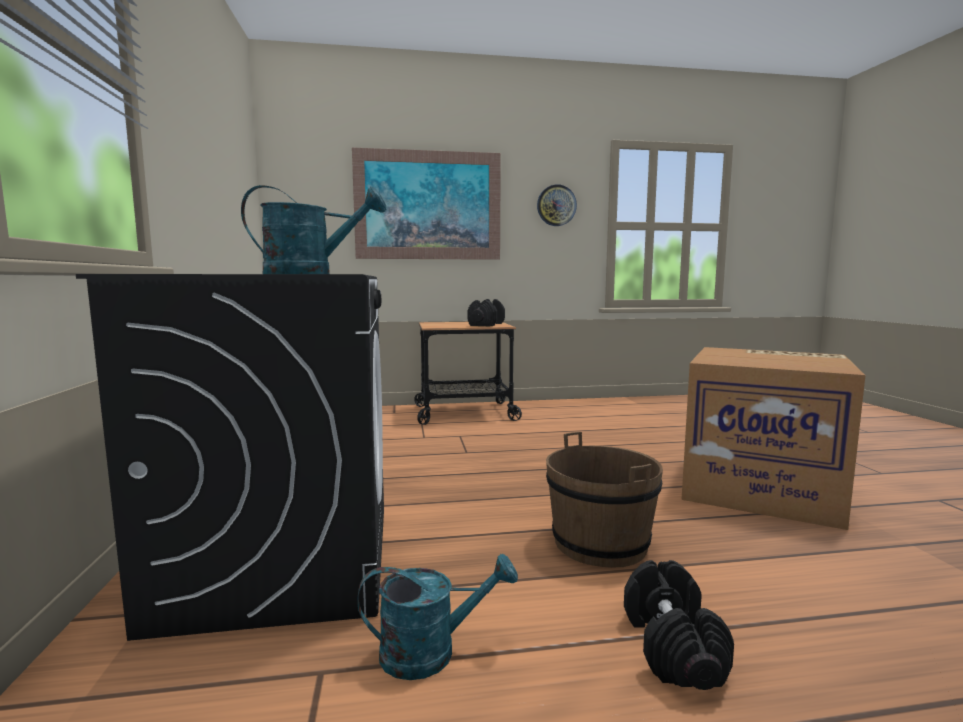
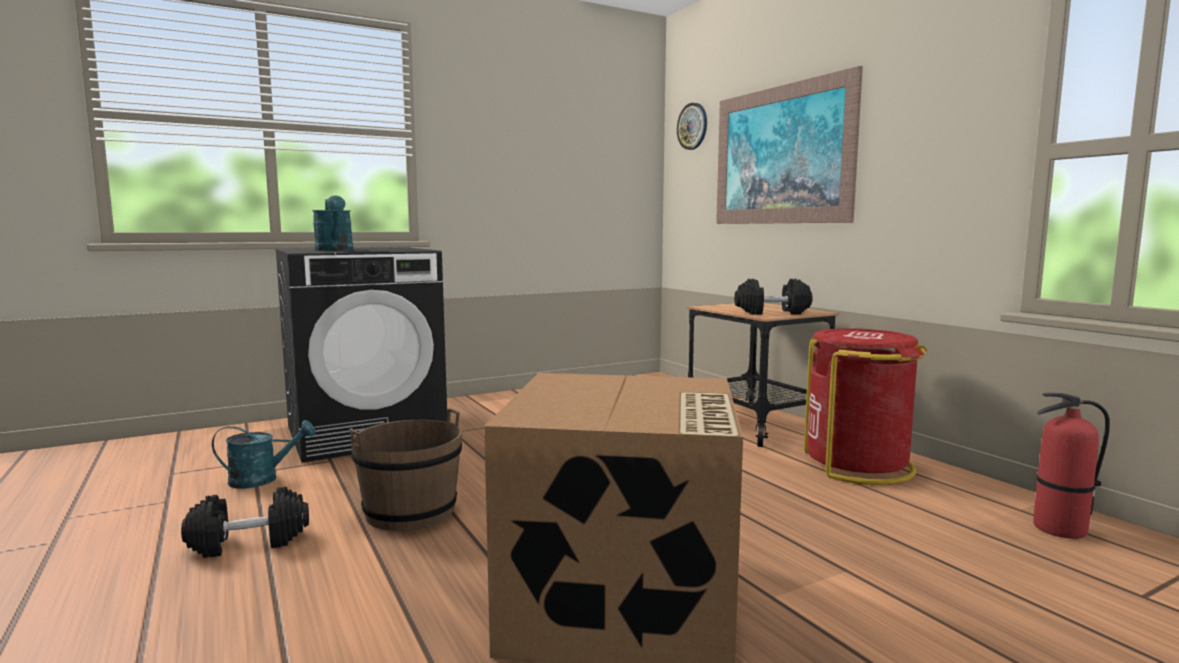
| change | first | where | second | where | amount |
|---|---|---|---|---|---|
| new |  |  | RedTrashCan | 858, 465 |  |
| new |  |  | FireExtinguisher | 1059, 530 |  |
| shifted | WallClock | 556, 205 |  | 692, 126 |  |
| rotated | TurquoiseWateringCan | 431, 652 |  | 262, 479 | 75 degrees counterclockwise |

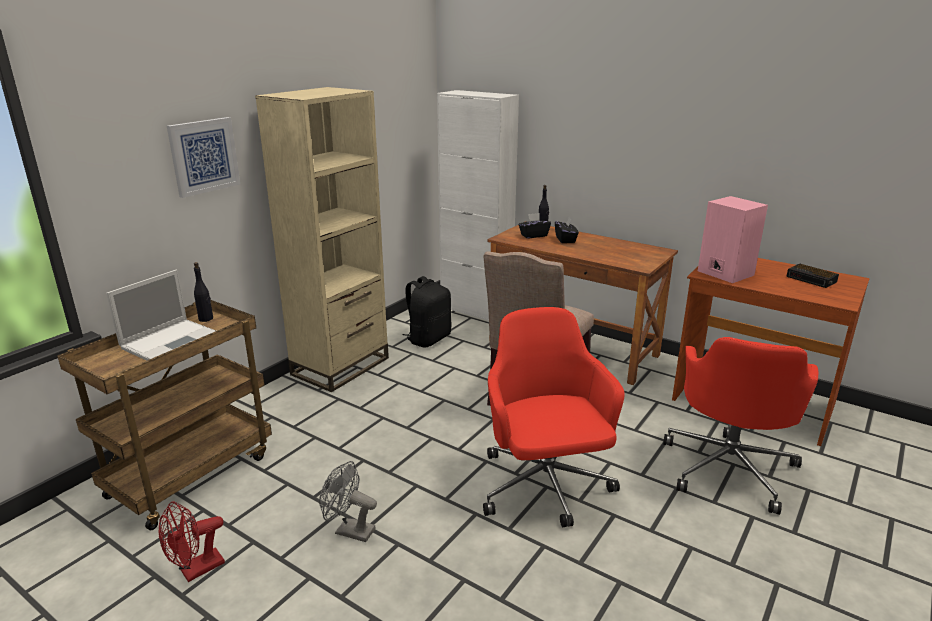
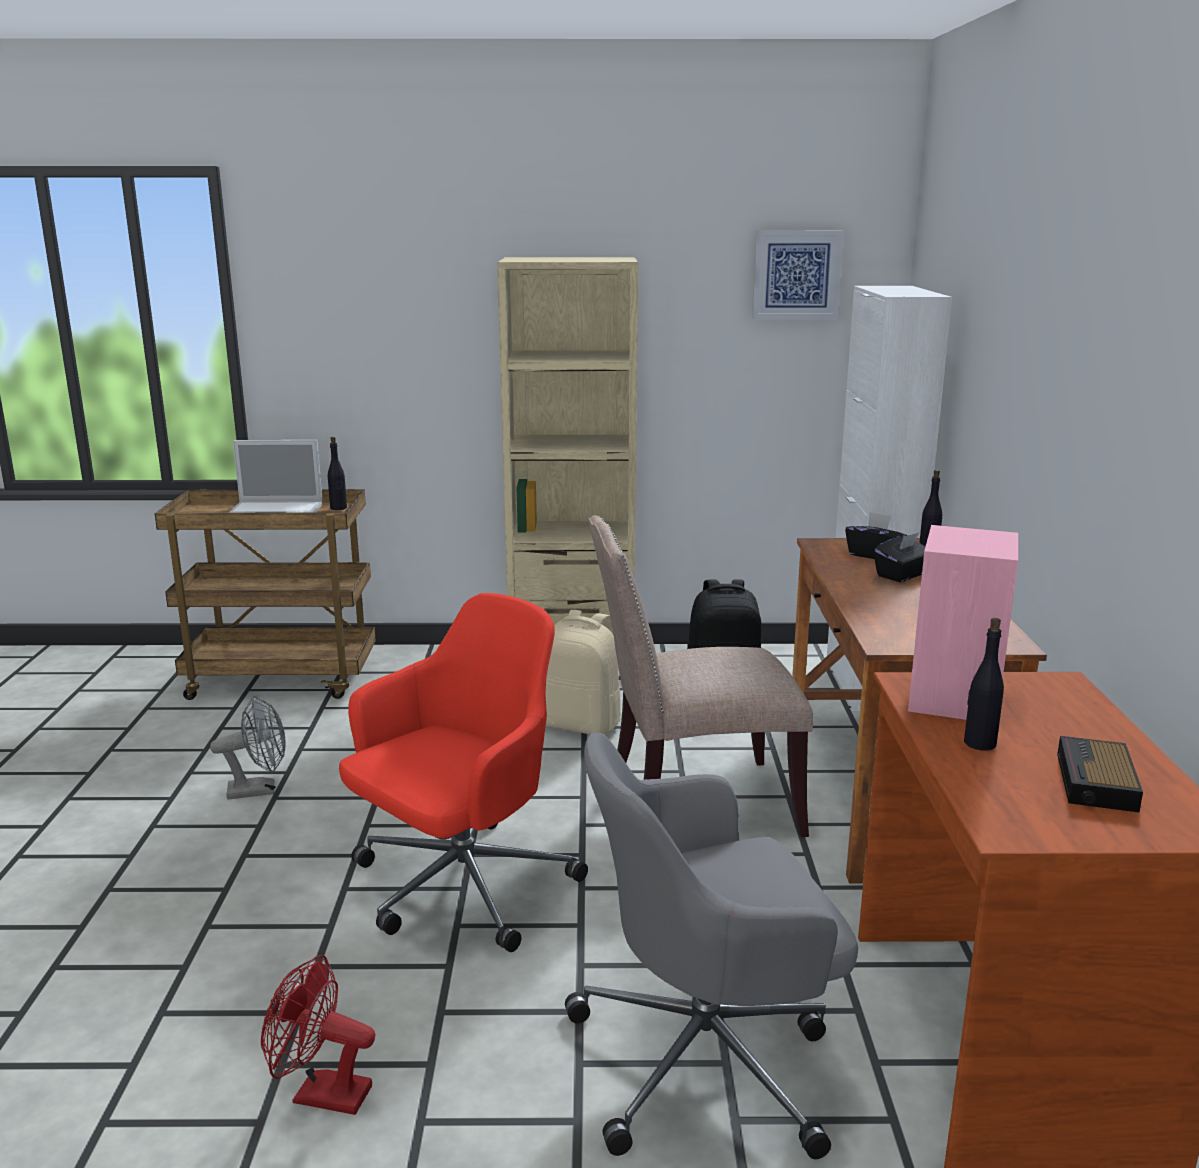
| change | first | where | second | where | amount |
|---|---|---|---|---|---|
| new |  |  | BeigeBackpack | 581, 724 |  |
| new |  |  | BlackBottle | 979, 743 |  |
| shifted | RedFan | 196, 571 |  | 321, 1094 |  |
| shifted | Picture | 203, 156 |  | 796, 274 |  |
| repainted | RedOfficeChair | 729, 467 | GreyOfficeChair | 708, 1059 |  |
| rotated | GreyFan | 349, 530 |  | 260, 790 | 90 degrees clockwise |

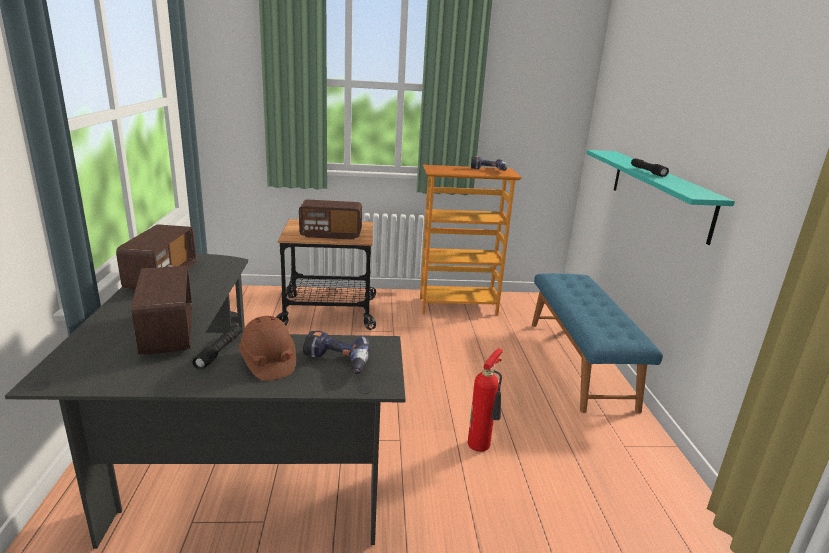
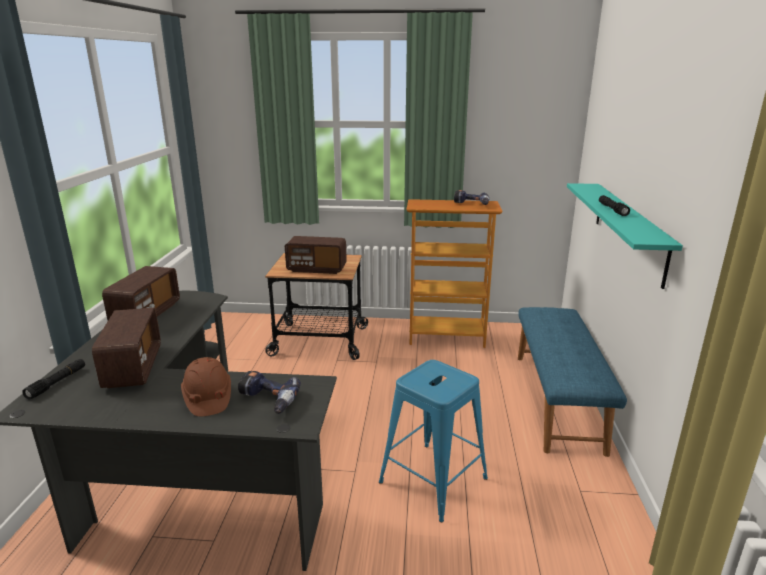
| change | first | where | second | where | amount |
|---|---|---|---|---|---|
| shifted | BlackFlashlight | 219, 351 |  | 57, 383 |  |
| swapped | FireExtinguisher | 481, 444 | BlueStool | 433, 480 |  |

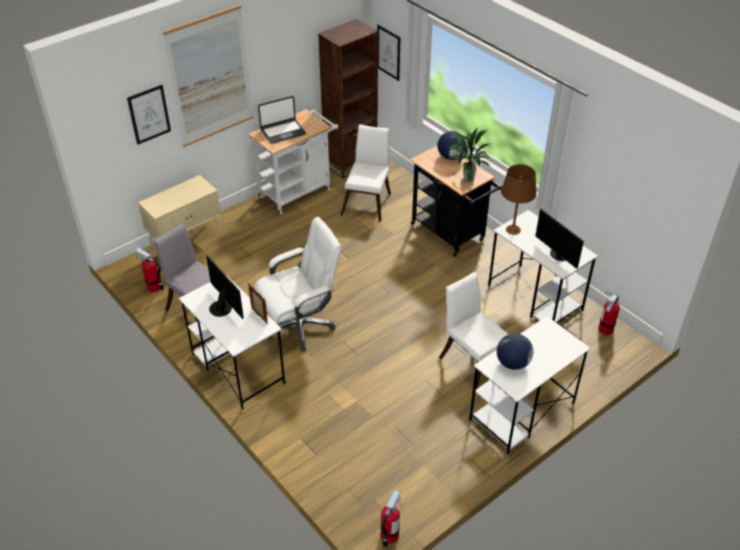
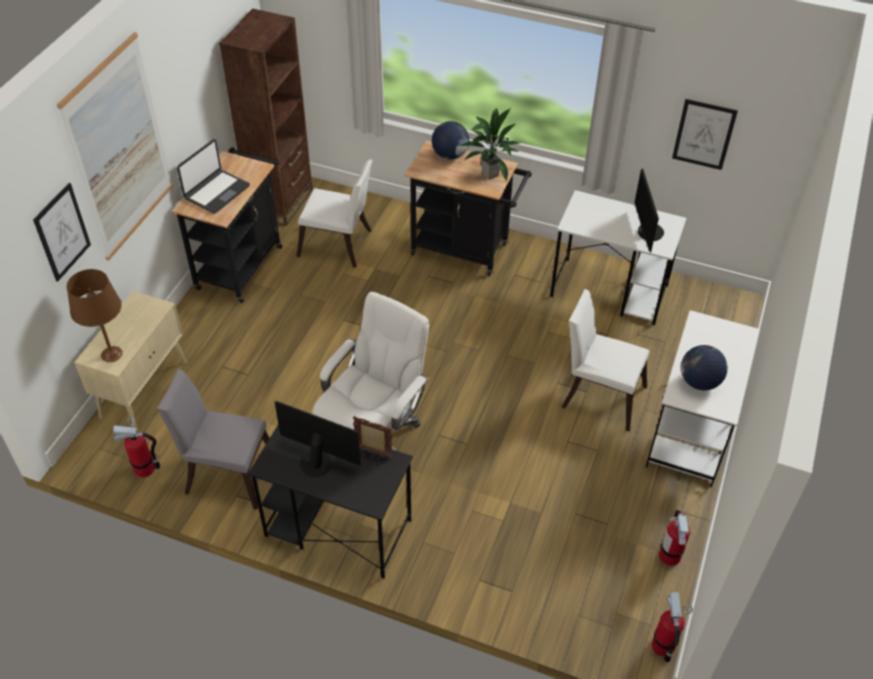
| change | first | where | second | where | amount |
|---|---|---|---|---|---|
| shifted | Picture | 388, 52 |  | 704, 134 |  |
| shifted | BrownTableLamp | 513, 230 |  | 112, 354 |  |
| shifted | FireExtinguisher | 605, 329 |  | 669, 555 |  |
| repainted | WhiteDesk | 237, 368 | BlackDesk | 337, 528 |  |
| repainted | WhiteCart | 298, 191 | BlackCart | 242, 263 |  |
| rotated | WhiteChair | 368, 202 |  | 339, 245 | 120 degrees clockwise |
| rotated | Monitor | 558, 255 |  | 647, 232 | 60 degrees clockwise |

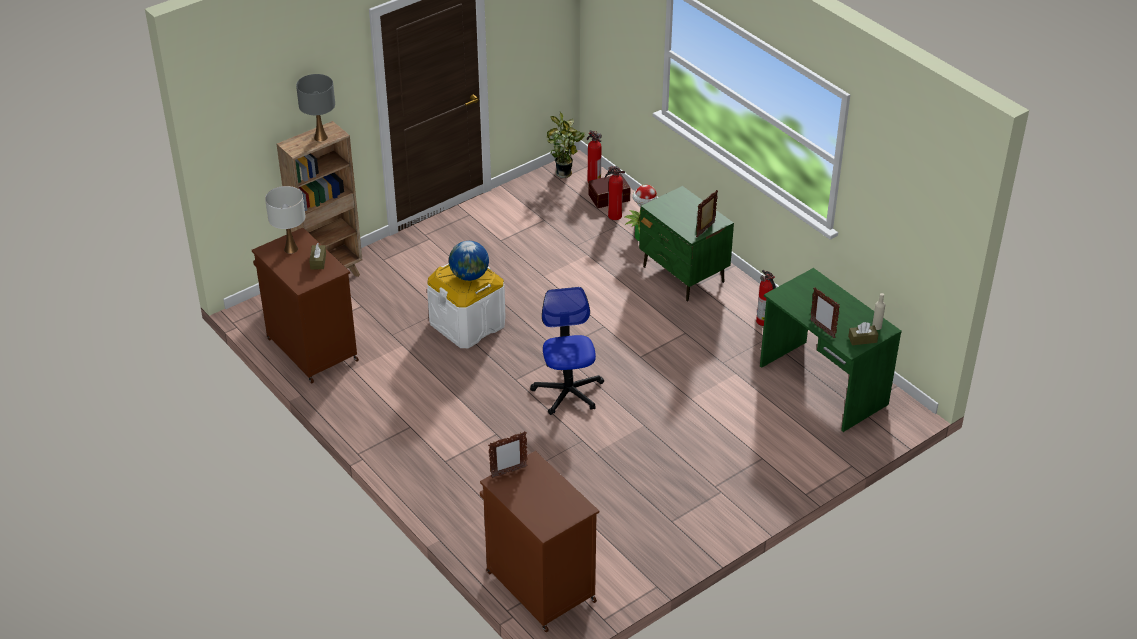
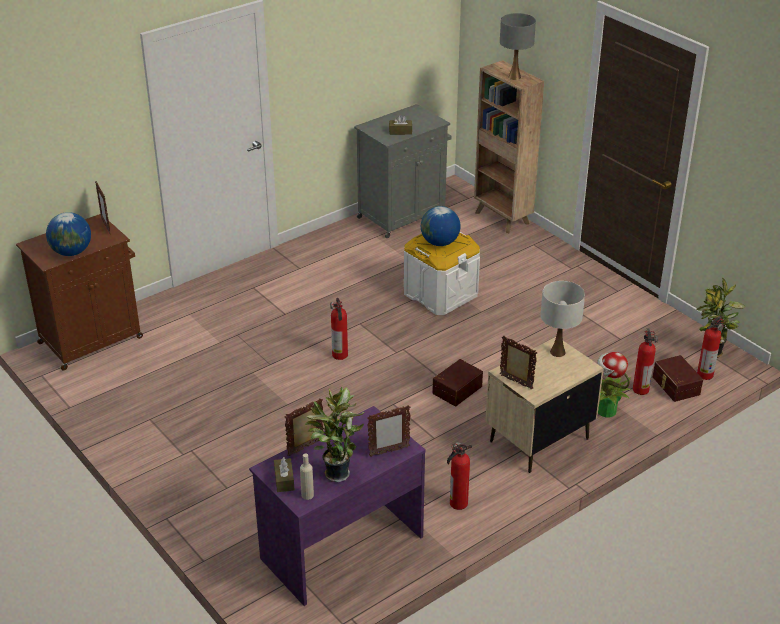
| change | first | where | second | where | amount |
|---|---|---|---|---|---|
| new |  |  | Globe | 71, 252 |  |
| new |  |  | PottedPlant | 336, 472 |  |
| new |  |  | PictureFrame | 388, 451 |  |
| new |  |  | BrownStorageBox | 456, 389 |  |
| shifted | WhiteTableLamp | 291, 249 |  | 557, 352 |  |
| swapped | OfficeChair | 568, 392 | FireExtinguisher | 340, 355 |  |
| repainted | BrownCabinet | 311, 349 | GreyCabinet | 403, 215 |  |
| repainted | GreenNightstand | 683, 275 | BeigeNightstand | 538, 440 |  |
| repainted | GreenDesk | 822, 386 | PurpleDesk | 340, 546 |  |

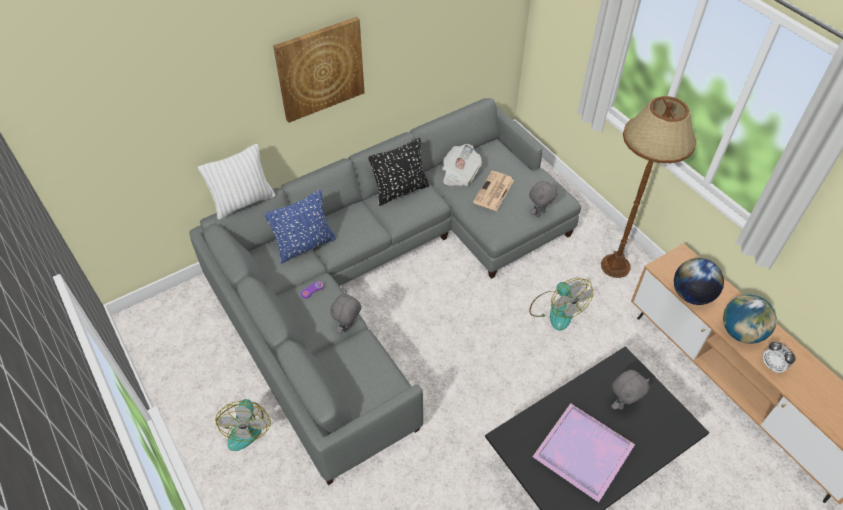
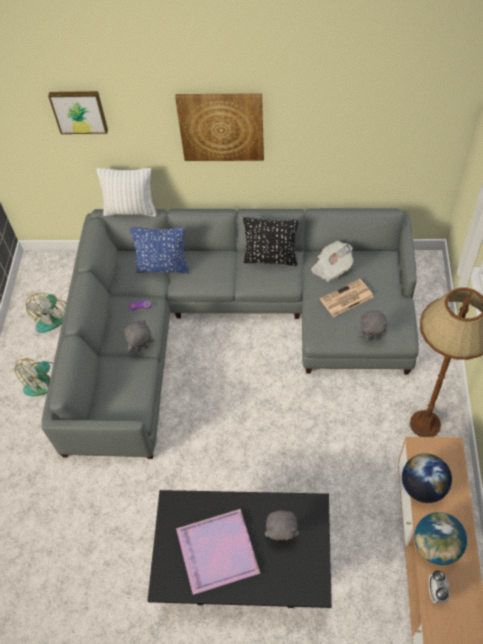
| change | first | where | second | where | amount |
|---|---|---|---|---|---|
| new |  |  | Picture | 79, 111 |  |
| shifted | Fan | 556, 310 |  | 52, 317 |  |

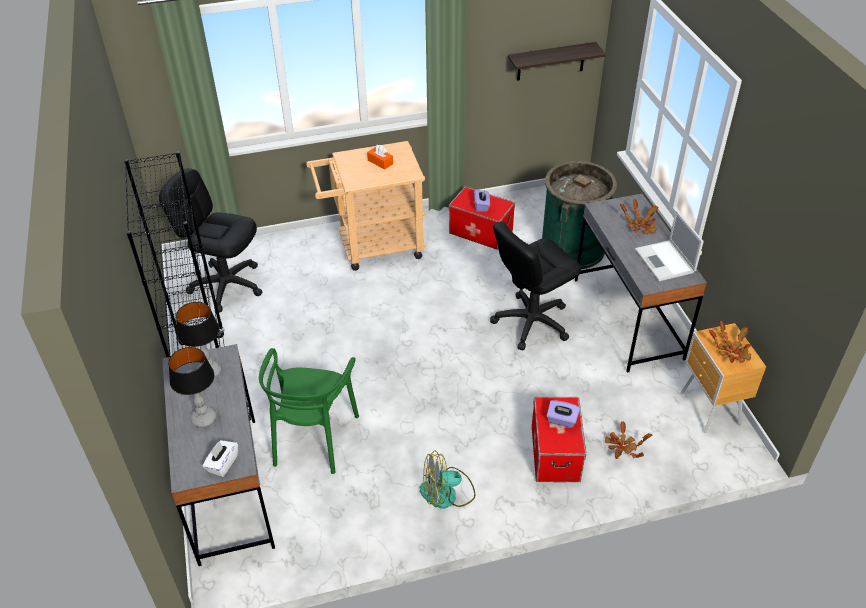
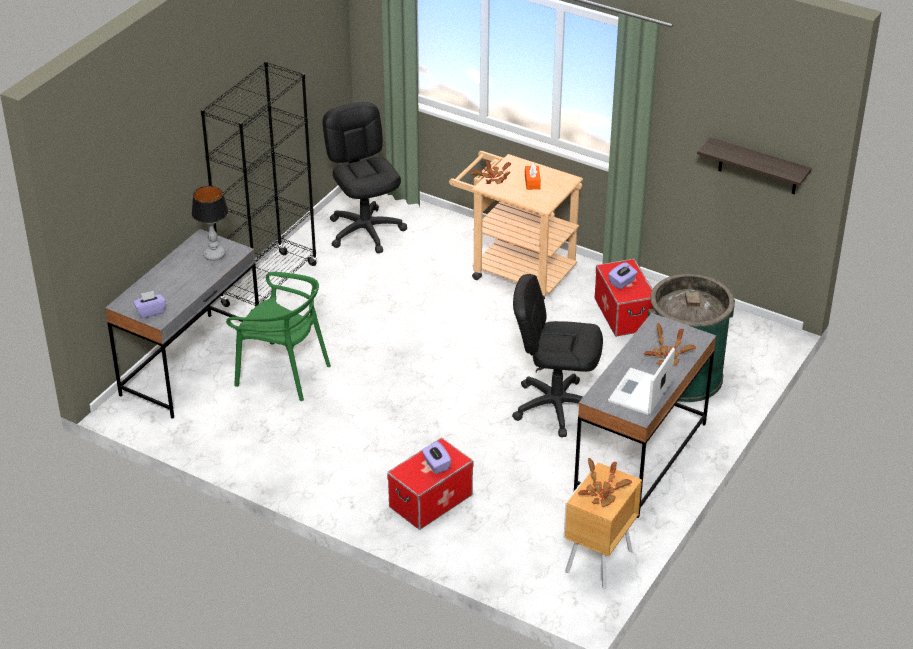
| change | first | where | second | where | amount |
|---|---|---|---|---|---|
| gone | TableLamp | 203, 418 |  |  |  |
| gone | Fan | 447, 493 |  |  |  |
| shifted | PottedPlant | 622, 447 |  | 493, 179 |  |
| repainted | WhiteTissueBox | 222, 464 | PurpleTissueBox | 150, 311 |  |
| rotated | GreenChair | 313, 438 |  | 283, 373 | 120 degrees counterclockwise |

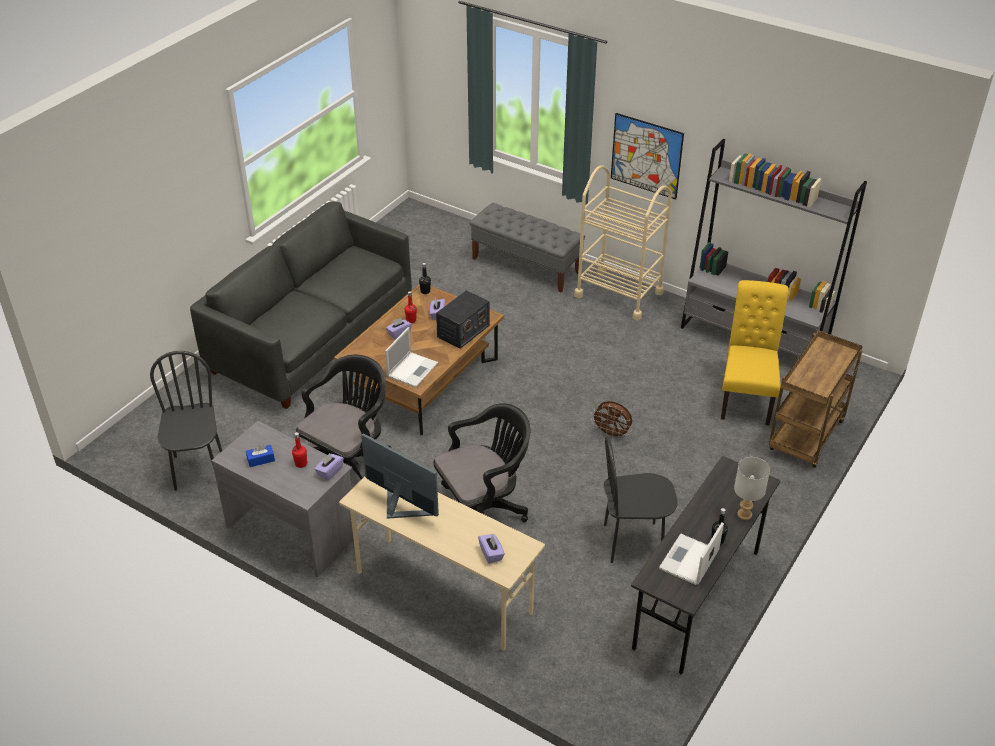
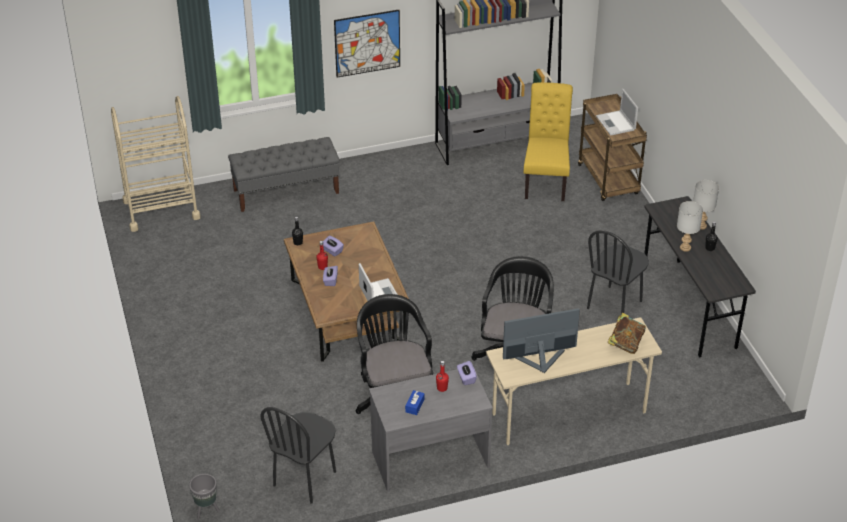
| change | first | where | second | where | amount |
|---|---|---|---|---|---|
| gone | GreySofa | 312, 337 |  |  |  |
| gone | Radio | 463, 331 |  |  |  |
| gone | BrownFan | 611, 434 |  |  |  |
| new |  |  | GreyPlanter | 206, 510 |  |
| new |  |  | GreyTableLamp | 685, 248 |  |
| shifted | BeigeCart | 619, 294 |  | 161, 209 |  |
| shifted | Laptop | 688, 561 |  | 616, 123 |  |
| swapped | PurpleTissueBox | 491, 554 | Book | 625, 343 |  |
| rotated | BlackChair | 198, 470 |  | 305, 479 | 90 degrees counterclockwise |
| rotated | YellowChair | 746, 397 |  | 545, 180 | 45 degrees clockwise |

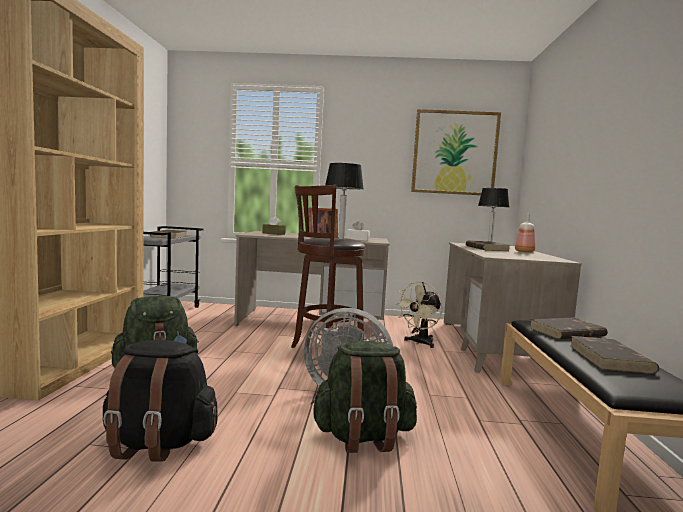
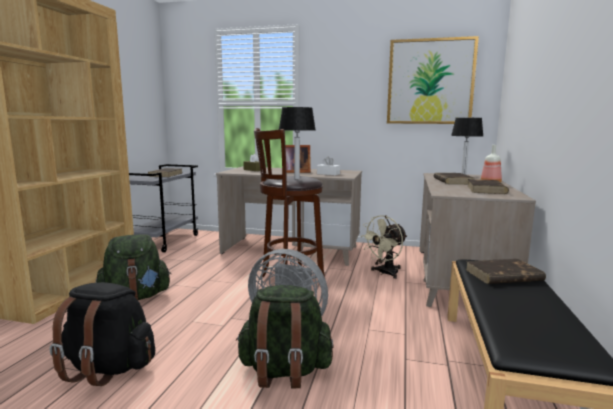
| change | first | where | second | where | amount |
|---|---|---|---|---|---|
| shifted | BrownBook | 610, 359 |  | 486, 189 |  |

